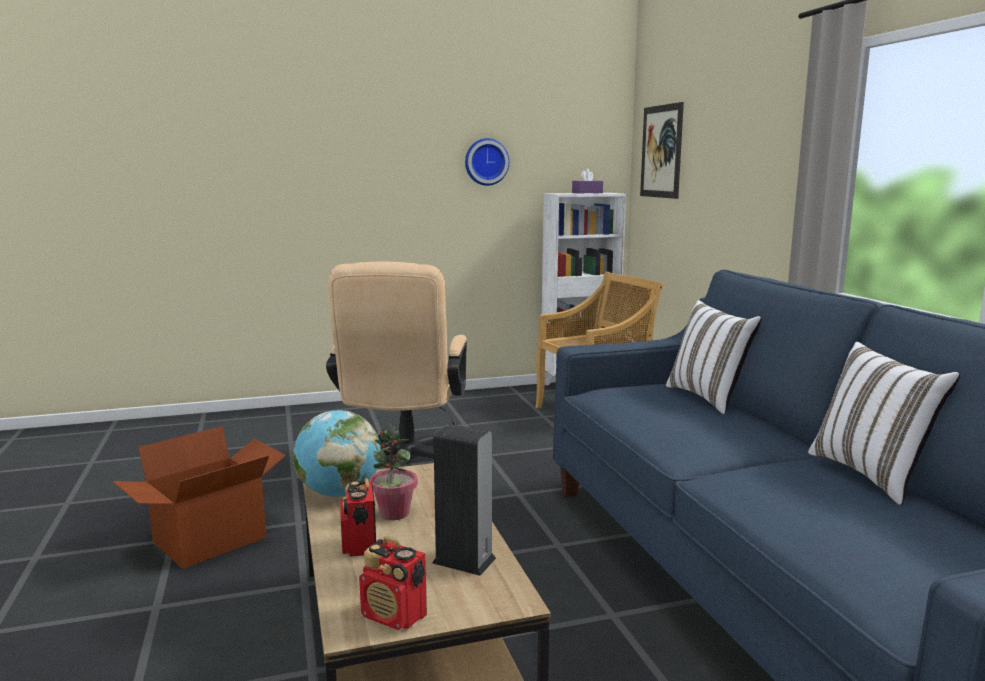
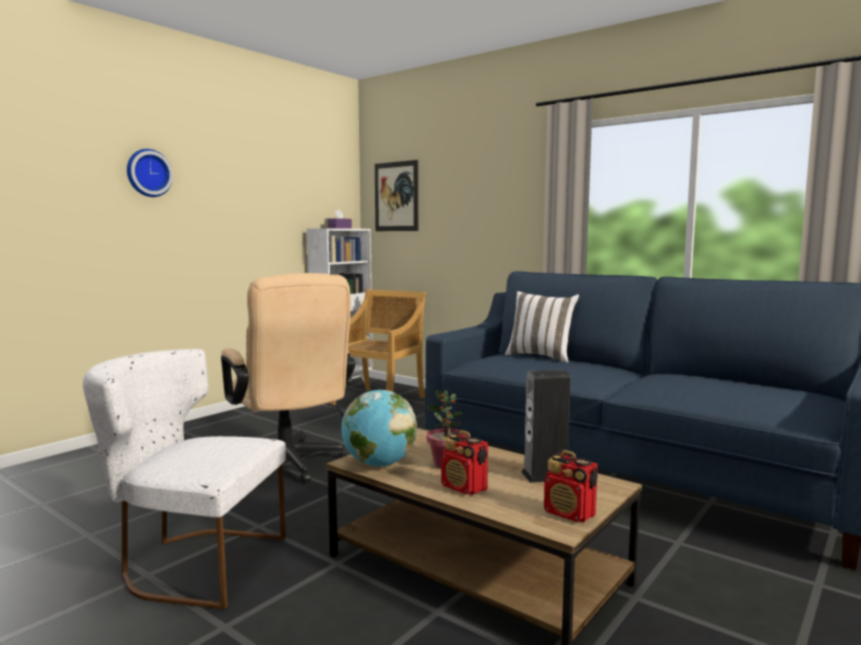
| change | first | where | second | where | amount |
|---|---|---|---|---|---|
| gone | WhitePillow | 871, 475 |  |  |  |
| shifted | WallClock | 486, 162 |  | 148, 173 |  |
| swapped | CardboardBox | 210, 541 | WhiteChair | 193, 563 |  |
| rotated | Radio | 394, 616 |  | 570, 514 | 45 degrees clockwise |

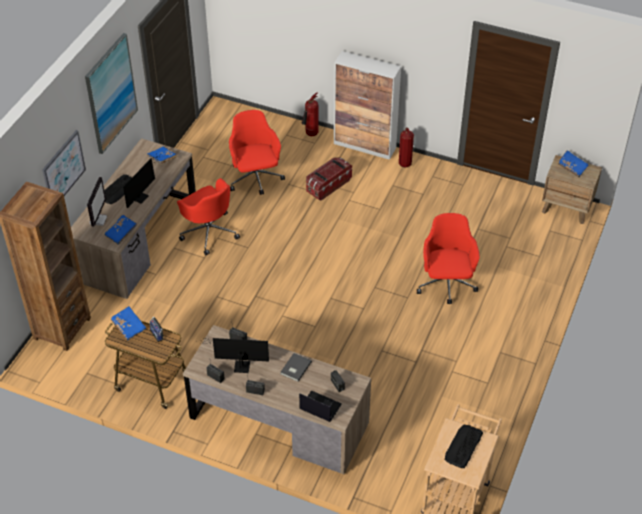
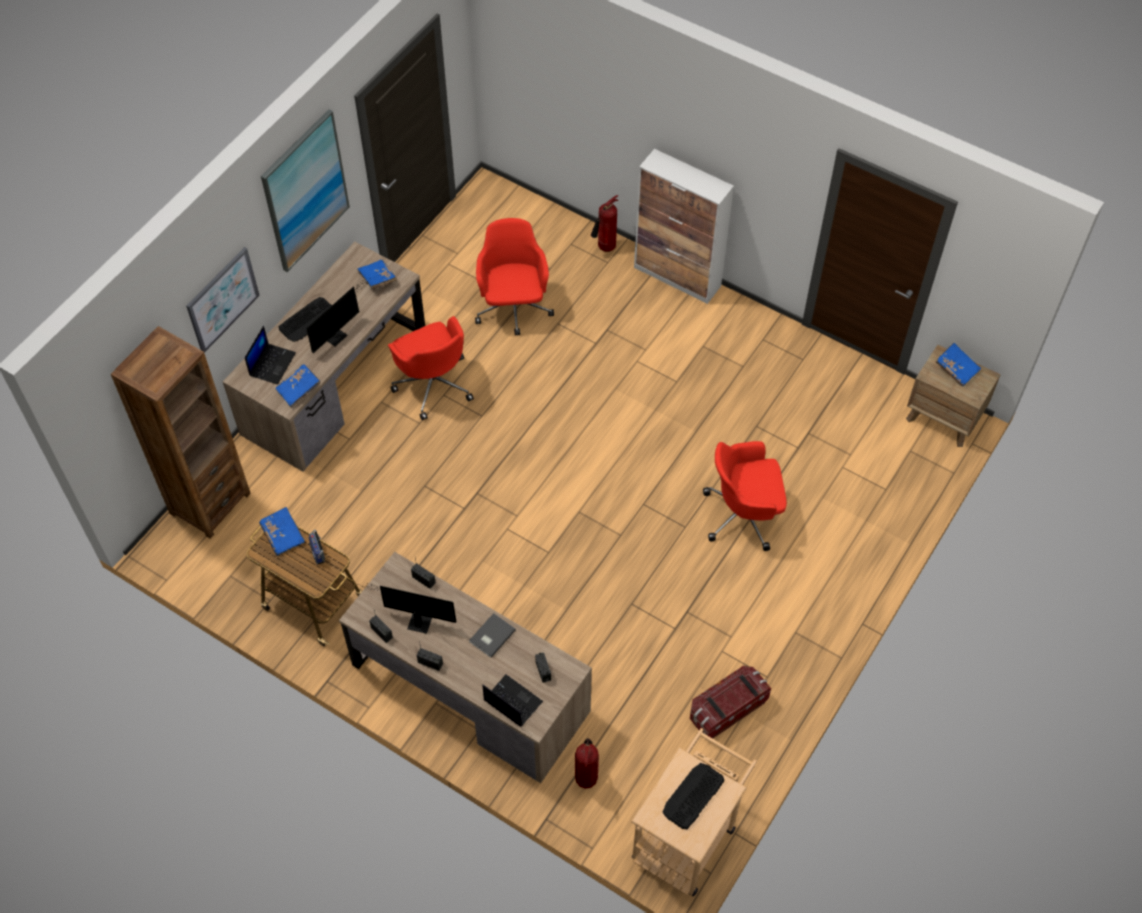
| change | first | where | second | where | amount |
|---|---|---|---|---|---|
| shifted | StorageBox | 328, 185 |  | 727, 709 |  |
| shifted | FireExtinguisher | 404, 163 |  | 586, 776 |  |
| swapped | Monitor | 98, 219 | Laptop | 272, 363 |  |
| rotated | RedOfficeChair | 446, 284 |  | 744, 515 | 105 degrees counterclockwise |

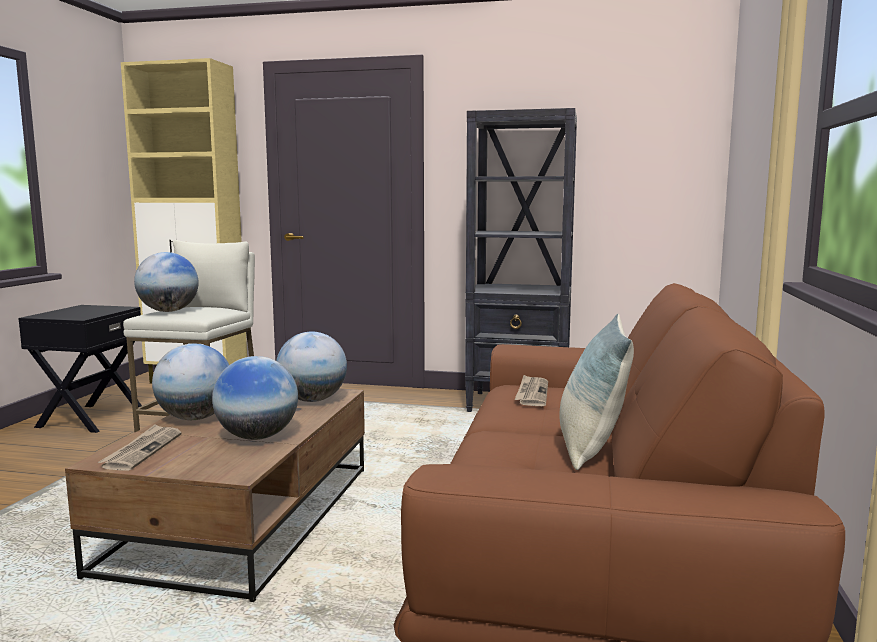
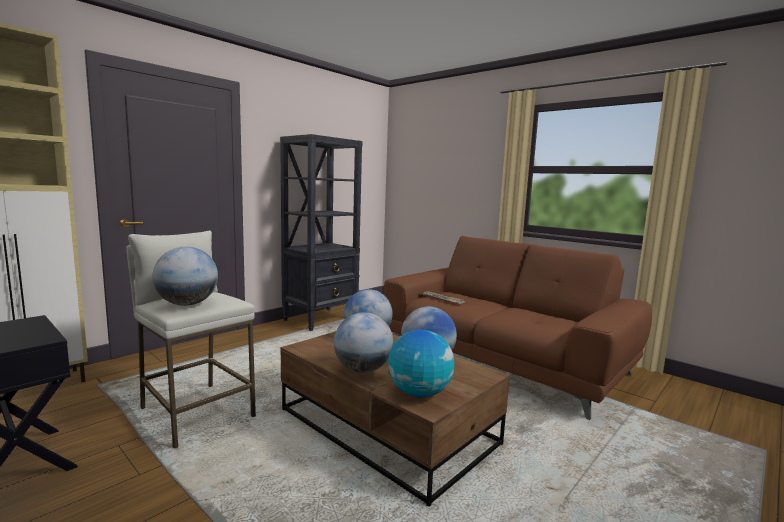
| change | first | where | second | where | amount |
|---|---|---|---|---|---|
| gone | Pillow | 590, 448 |  |  |  |
| swapped | Newspaper | 142, 450 | Globe | 419, 393 |  |

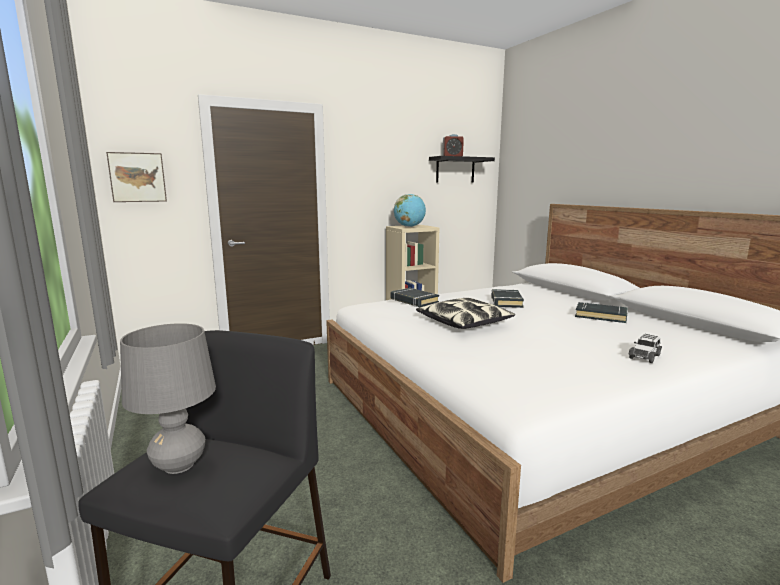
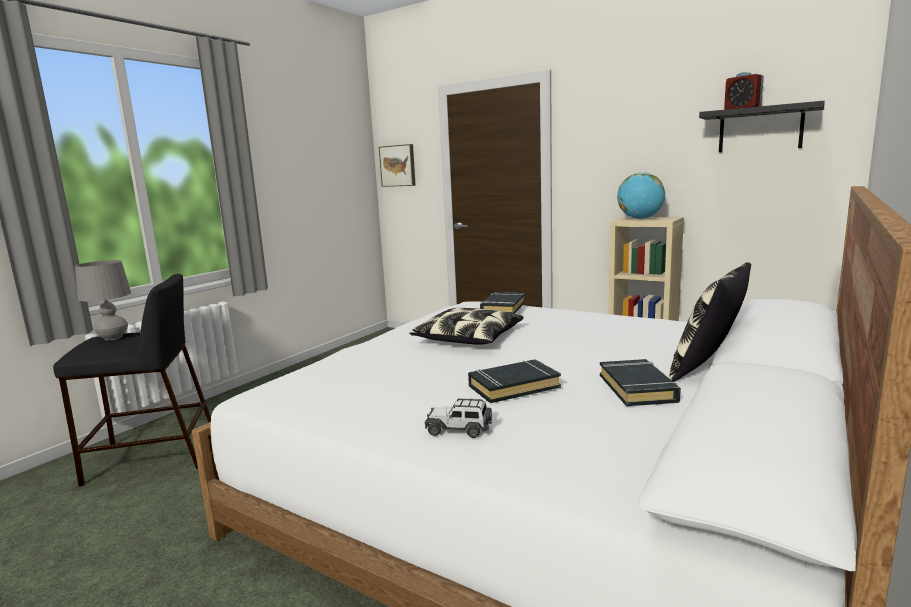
| change | first | where | second | where | amount |
|---|---|---|---|---|---|
| new |  |  | Pillow | 708, 368 |  |
| shifted | BlackBook | 506, 302 |  | 513, 386 |  |

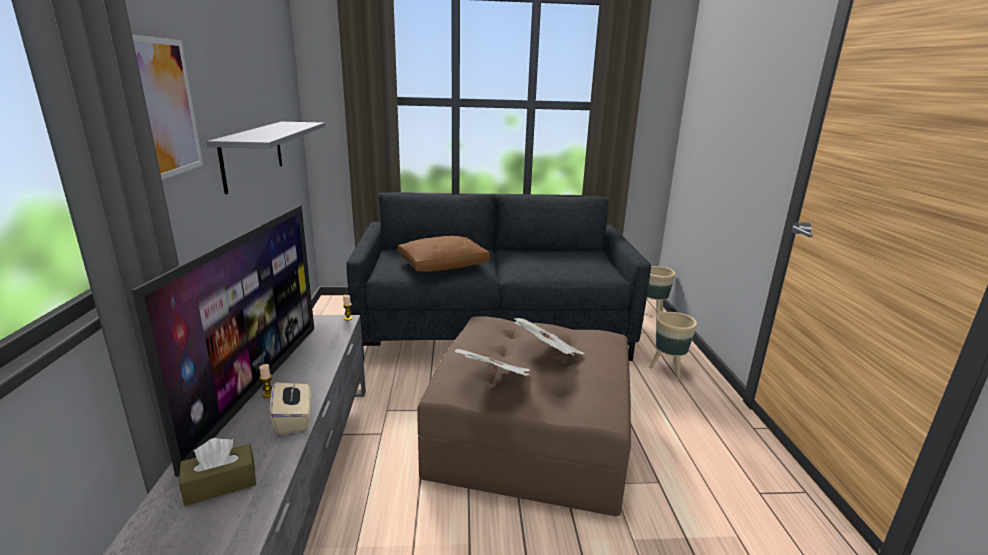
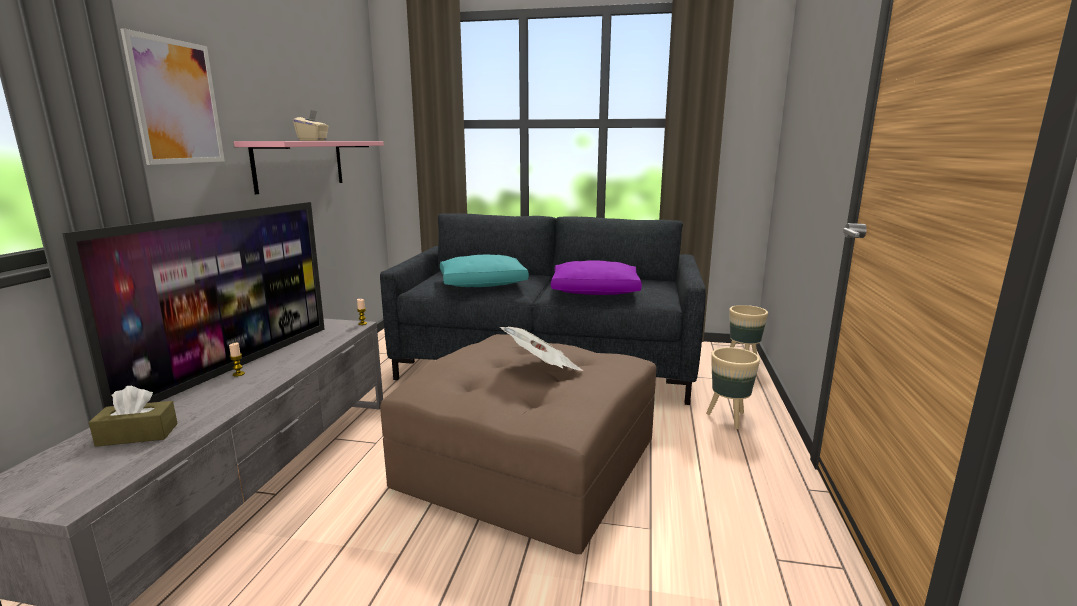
| change | first | where | second | where | amount |
|---|---|---|---|---|---|
| gone | Newspaper | 496, 381 |  |  |  |
| new |  |  | PurplePillow | 596, 291 |  |
| shifted | BeigeTissueBox | 294, 420 |  | 313, 140 |  |
| repainted | GreyShelf | 253, 154 | PinkShelf | 300, 164 |  |
| repainted | BrownPillow | 444, 265 | TurquoisePillow | 484, 284 |  |

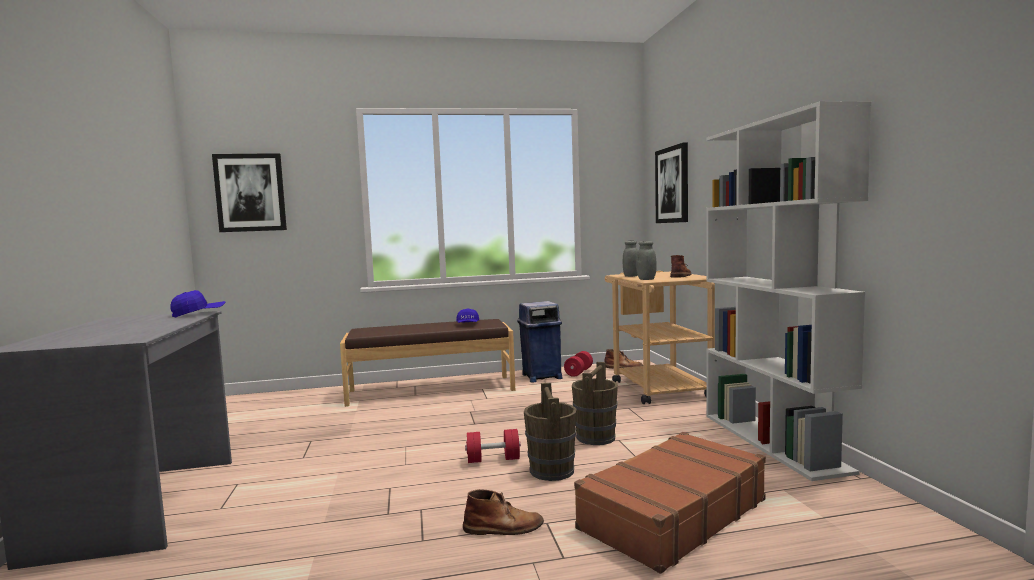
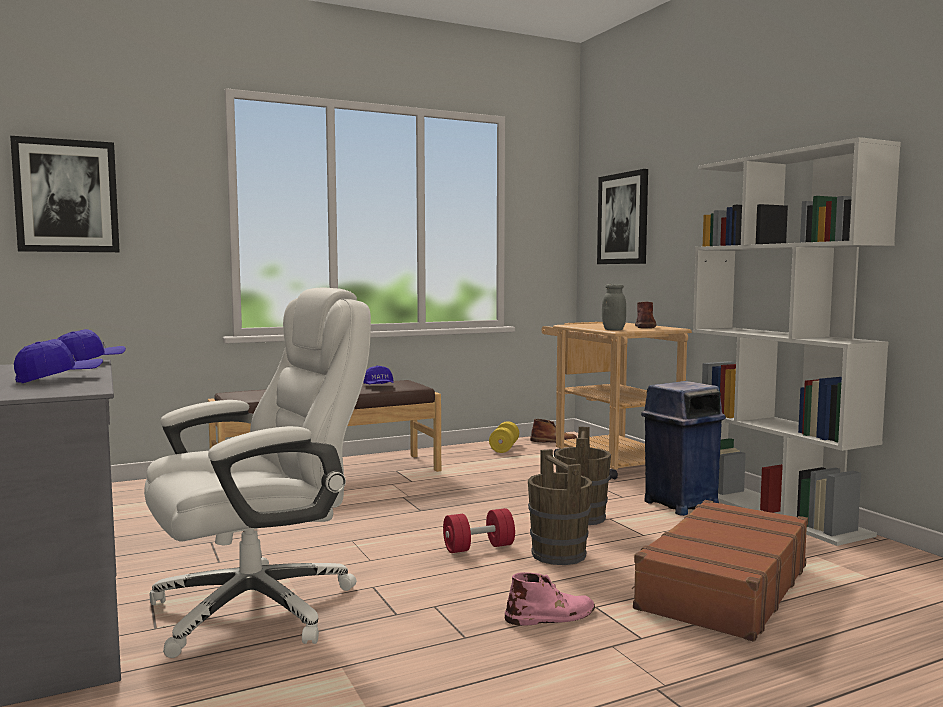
| change | first | where | second | where | amount |
|---|---|---|---|---|---|
| gone | GreyJar | 631, 276 |  |  |  |
| new |  |  | BlueCap | 59, 378 |  |
| new |  |  | WhiteOfficeChair | 259, 607 |  |
| shifted | BlueTrashCan | 541, 377 |  | 679, 504 |  |
| repainted | BrownBoot | 504, 527 | PinkBoot | 551, 616 |  |
| repainted | RedDumbbell | 578, 372 | YellowDumbbell | 504, 448 |  |

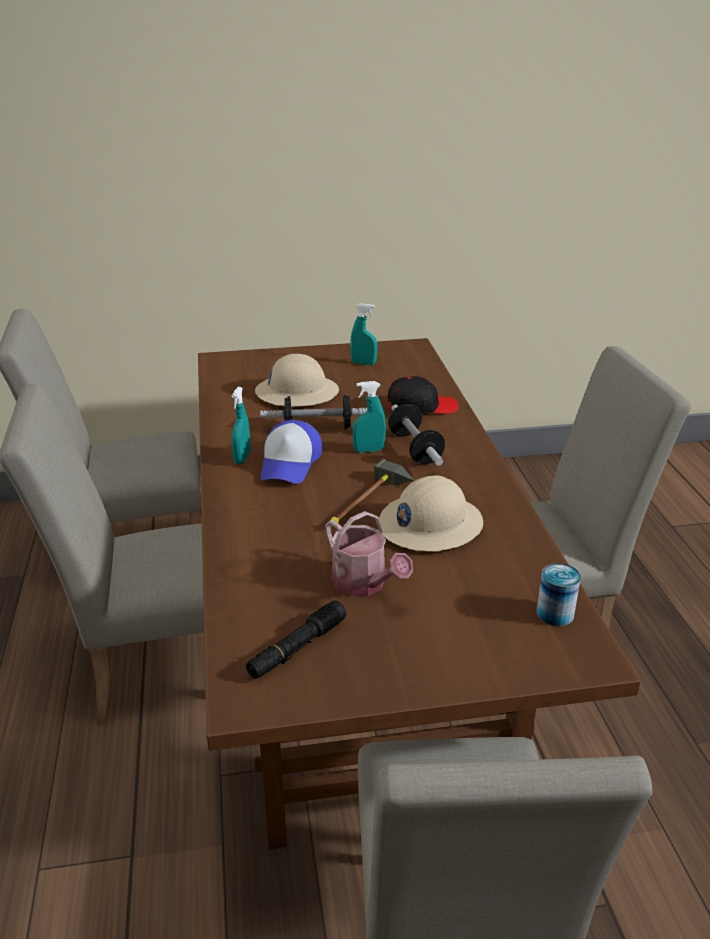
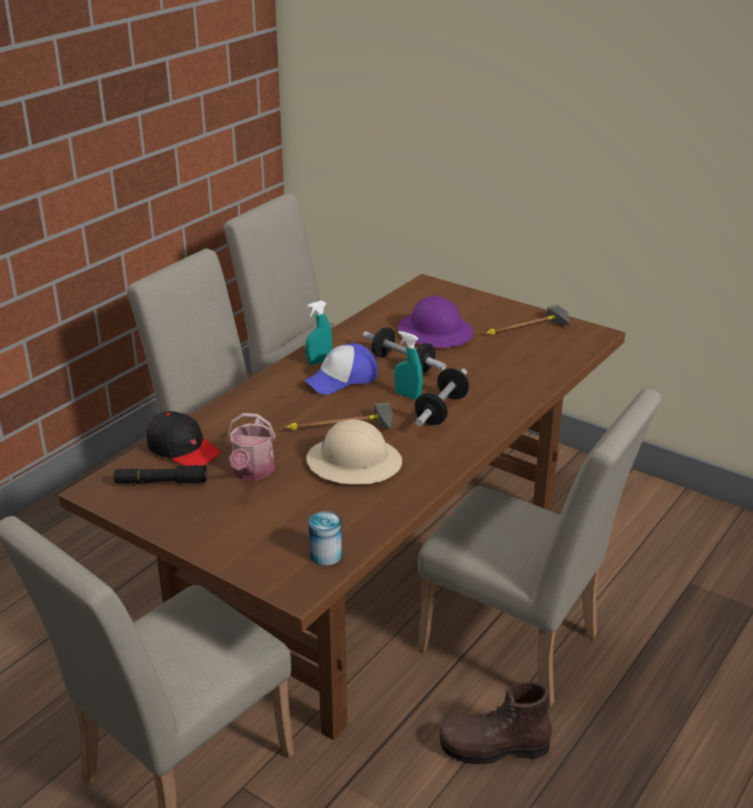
| change | first | where | second | where | amount |
|---|---|---|---|---|---|
| new |  |  | BrownBoot | 493, 747 |  |
| shifted | BlackCap | 421, 407 |  | 183, 449 |  |
| swapped | TurquoiseSprayBottle | 363, 363 | Hammer | 527, 331 |  |
| repainted | BeigeHardHat | 297, 392 | PurpleHardHat | 435, 332 |  |

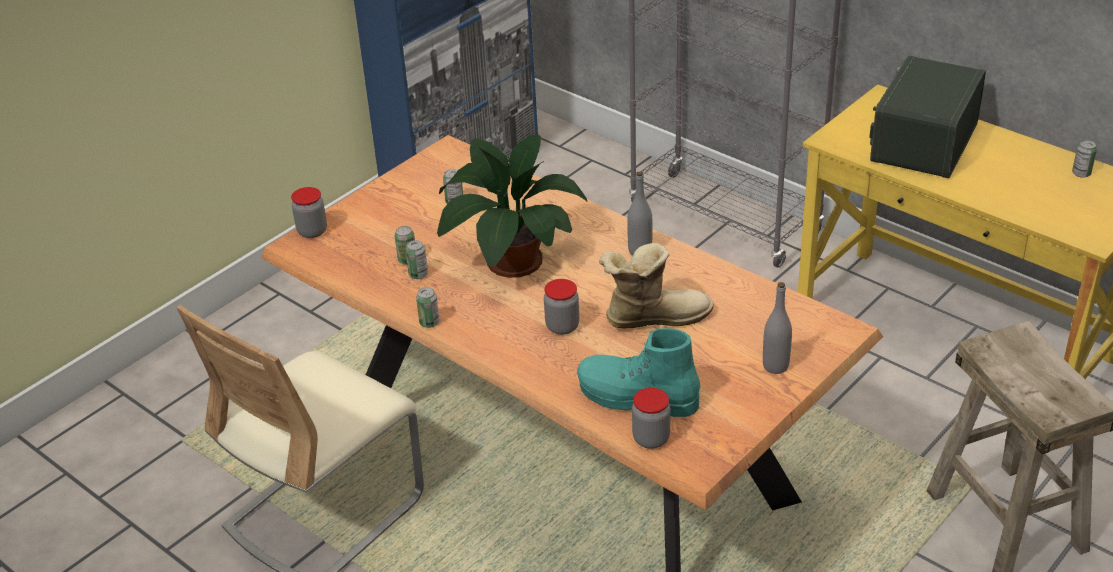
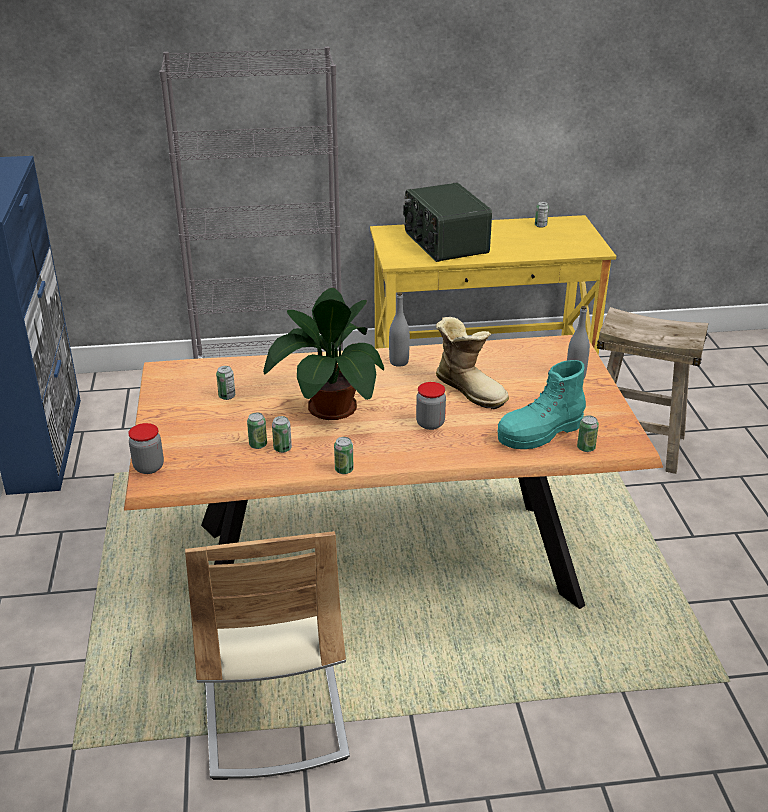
| change | first | where | second | where | amount |
|---|---|---|---|---|---|
| swapped | Jar | 651, 439 | Can | 586, 448 |  |
| rotated | Boot | 654, 316 |  | 470, 389 | 105 degrees clockwise |

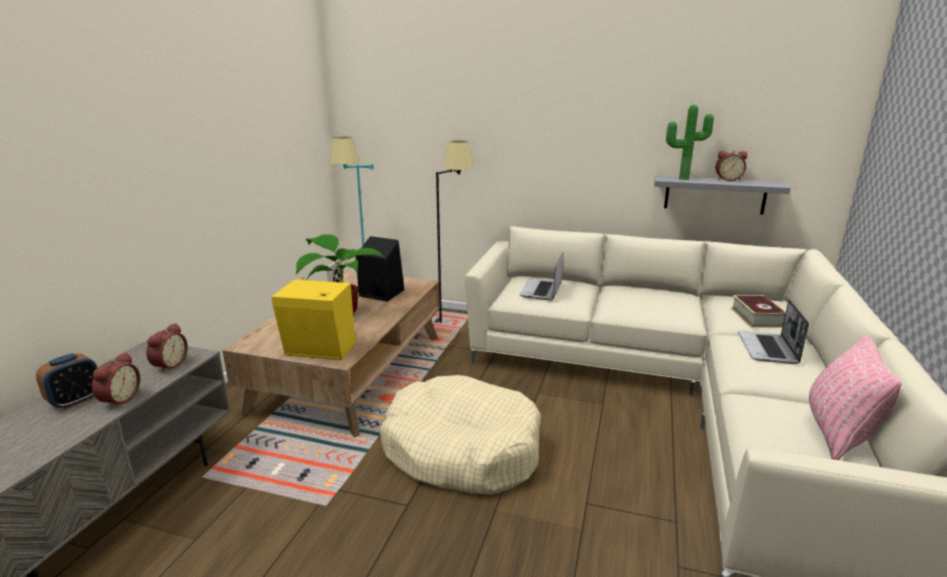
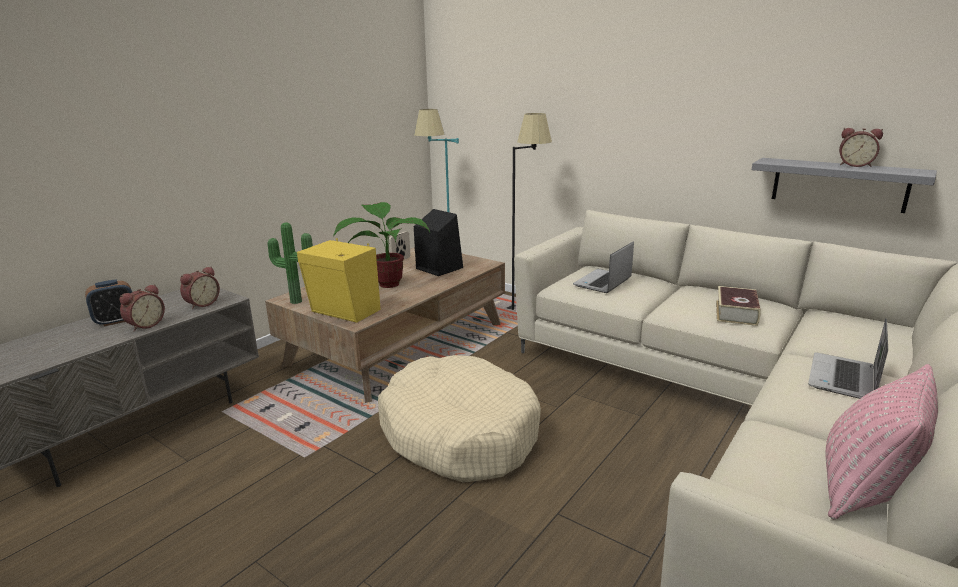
| change | first | where | second | where | amount |
|---|---|---|---|---|---|
| shifted | PottedPlant | 683, 178 |  | 297, 301 |  |
| shifted | Book | 756, 317 |  | 736, 313 |  |

